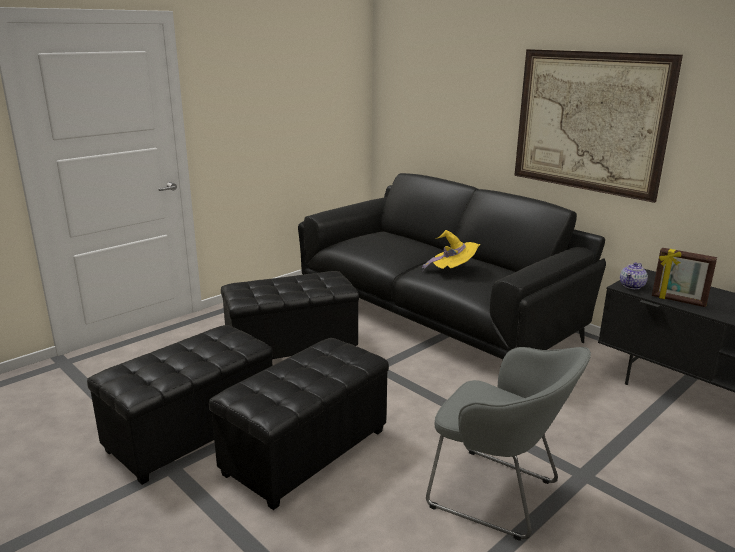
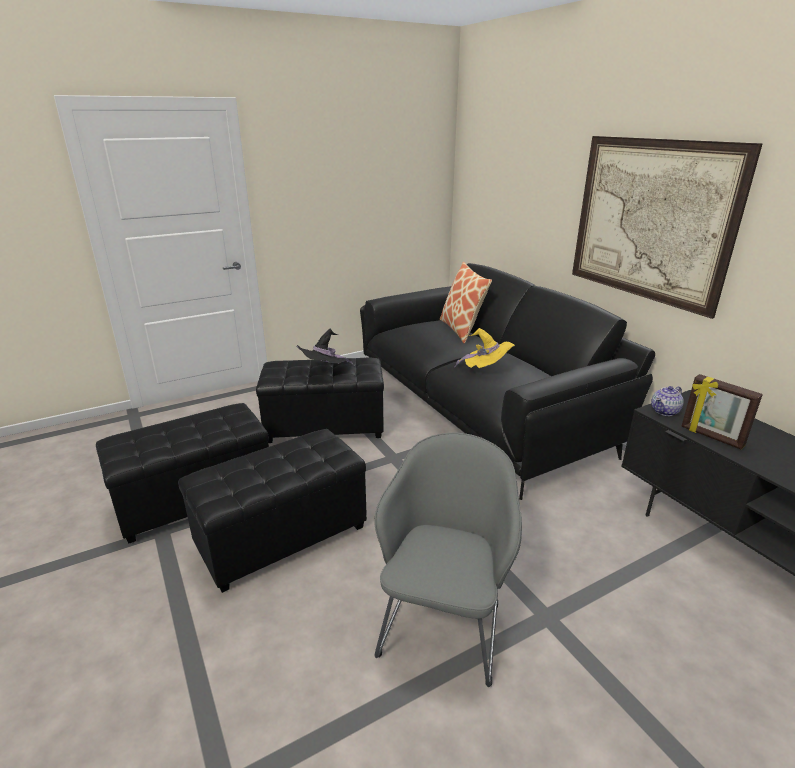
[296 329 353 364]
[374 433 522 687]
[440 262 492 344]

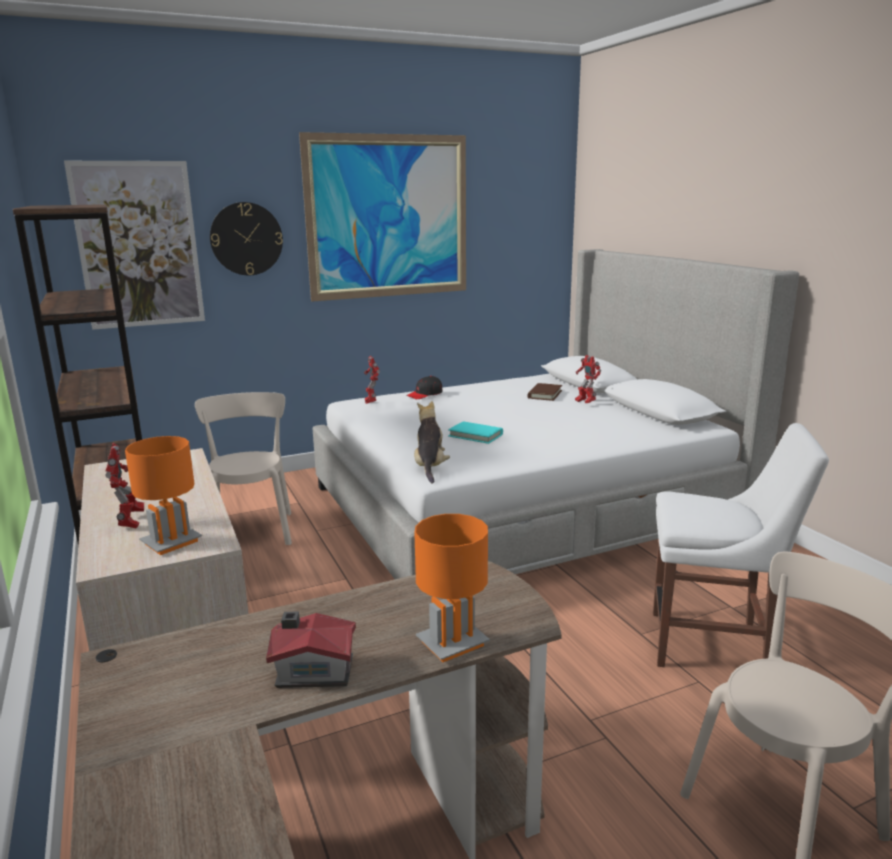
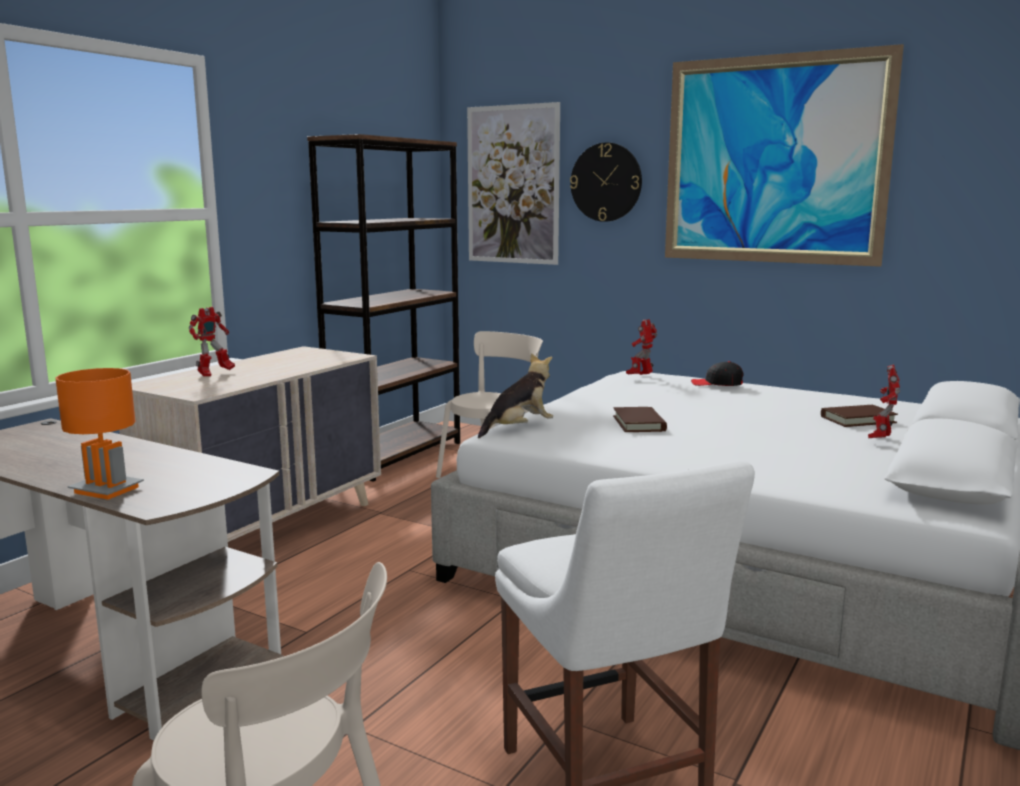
[613 407 667 432]
[125 436 202 555] (first image)
[266 611 356 688] (first image)

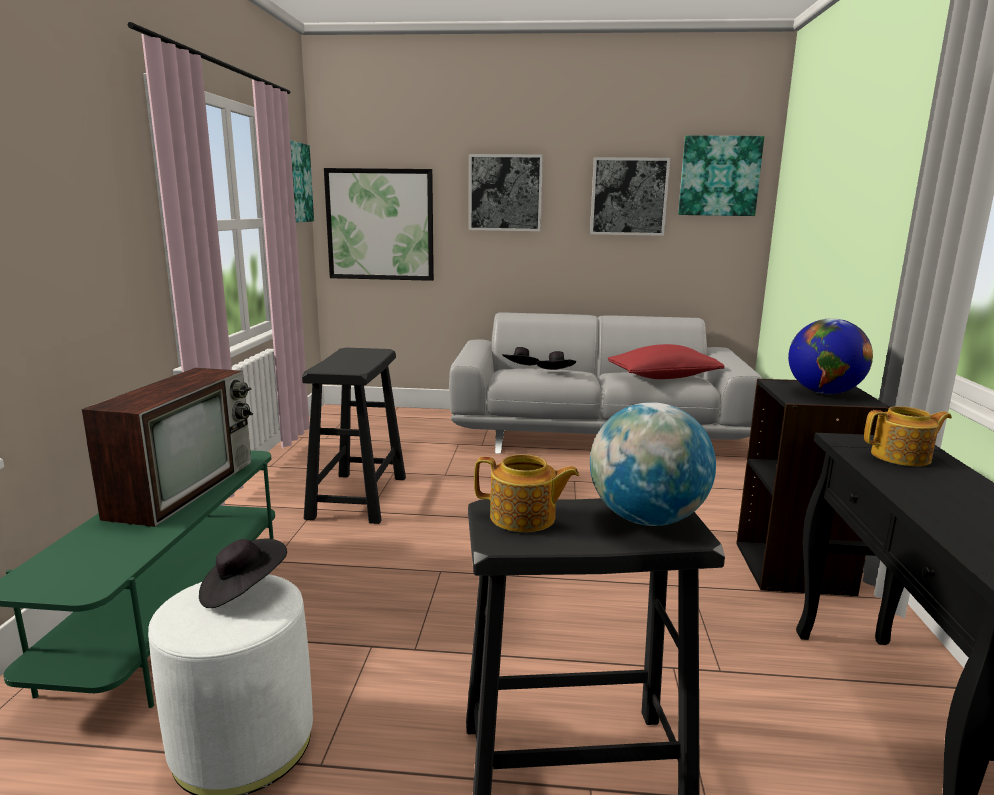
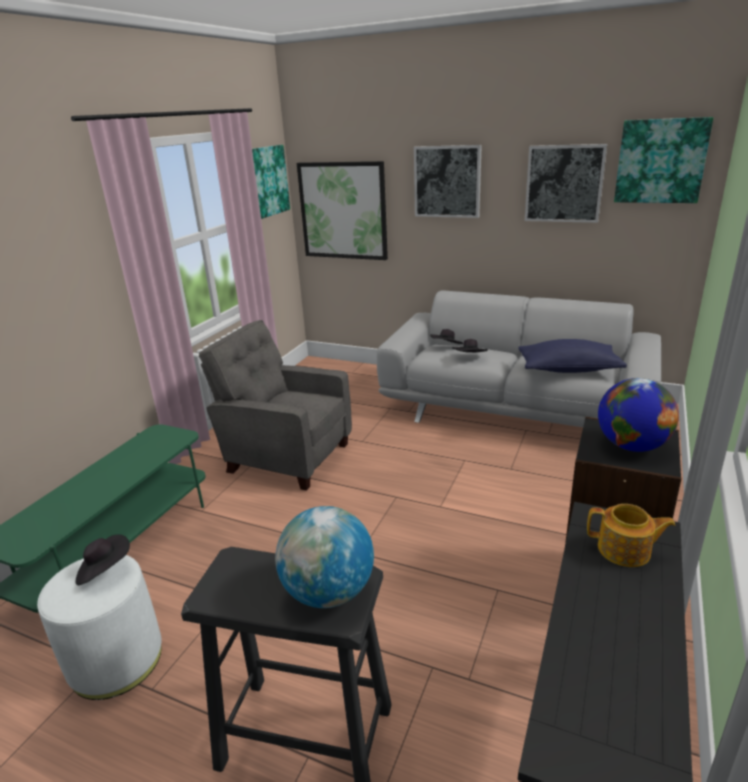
[199 320 352 491]
[518 339 627 373]
[81 368 253 527] (first image)
[474 454 579 532] (first image)

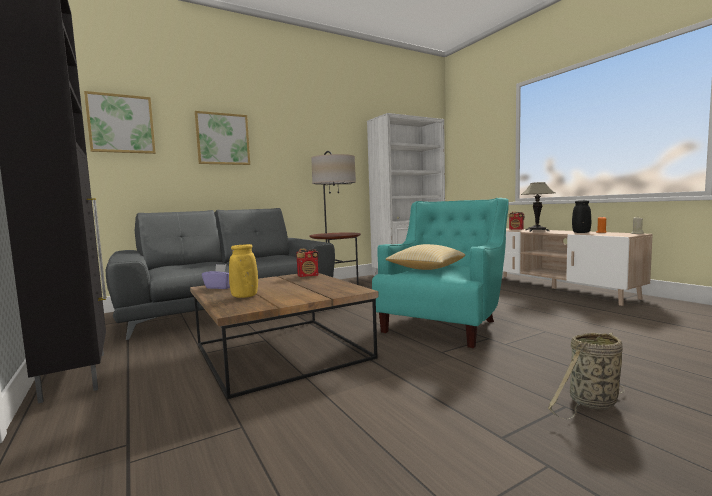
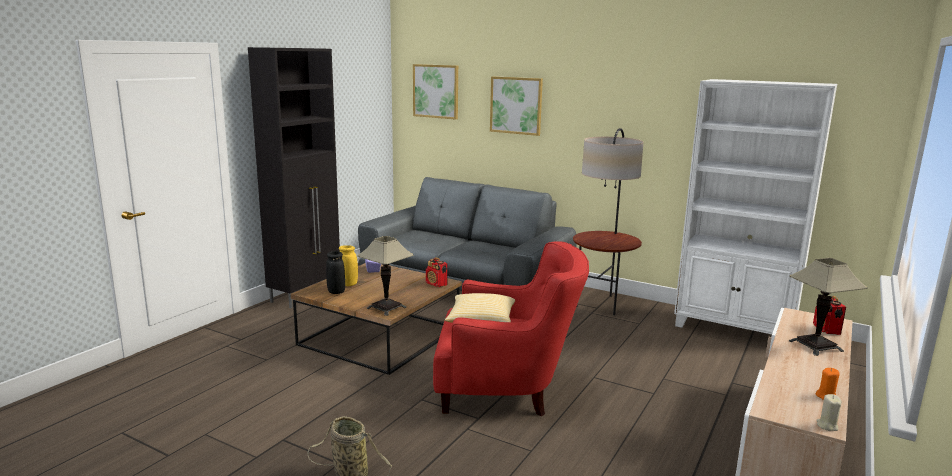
[326 251 345 294]
[357 236 414 316]
[433 241 589 416]

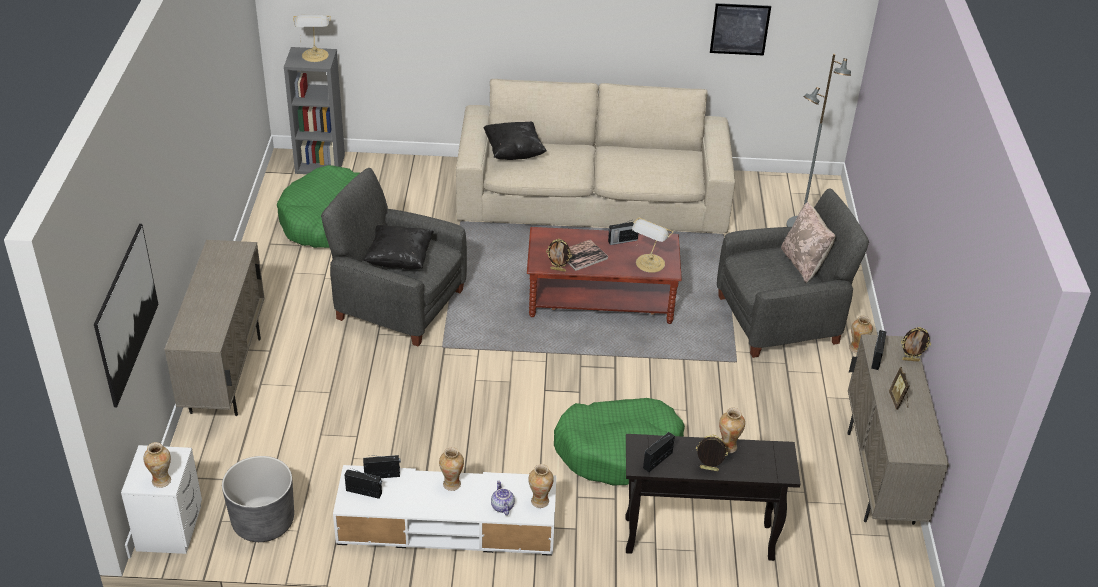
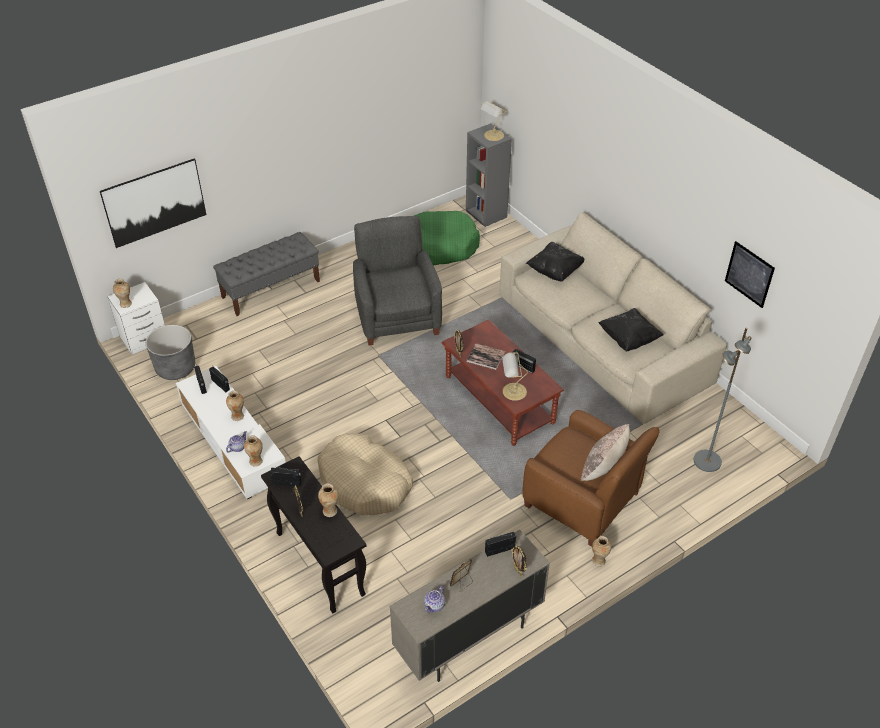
[213 232 320 316]
[318 433 413 516]
[424 585 445 613]
[522 410 660 547]
[599 308 663 351]

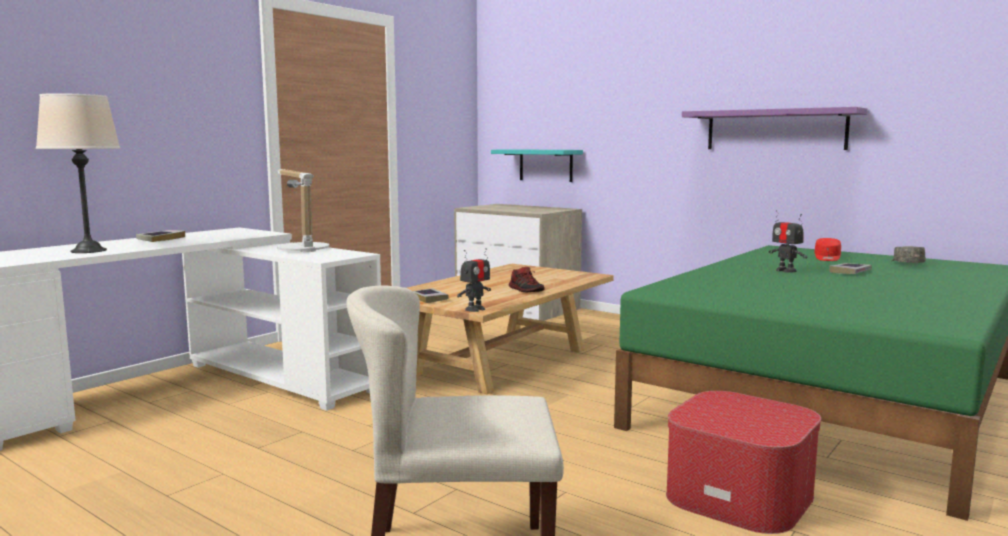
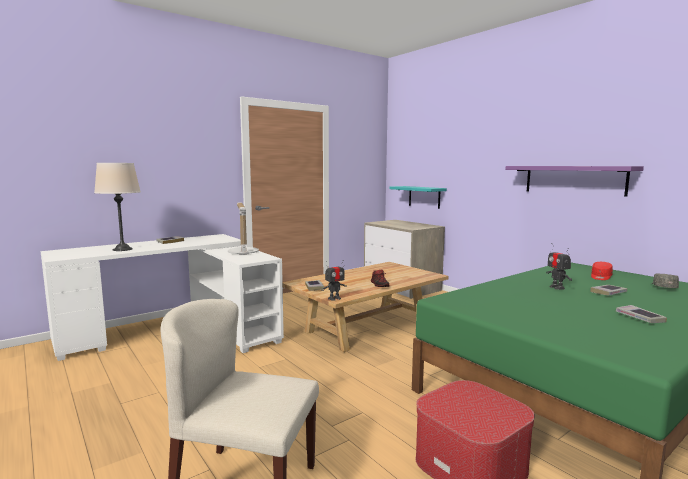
[616 305 667 323]

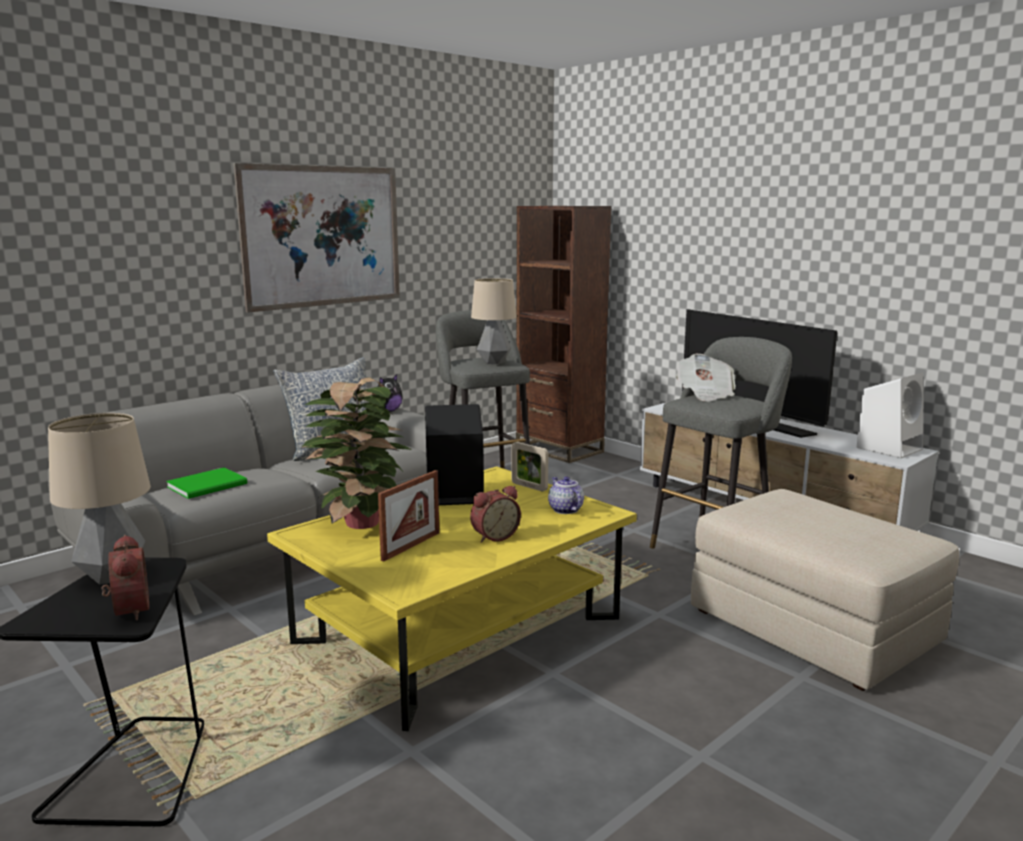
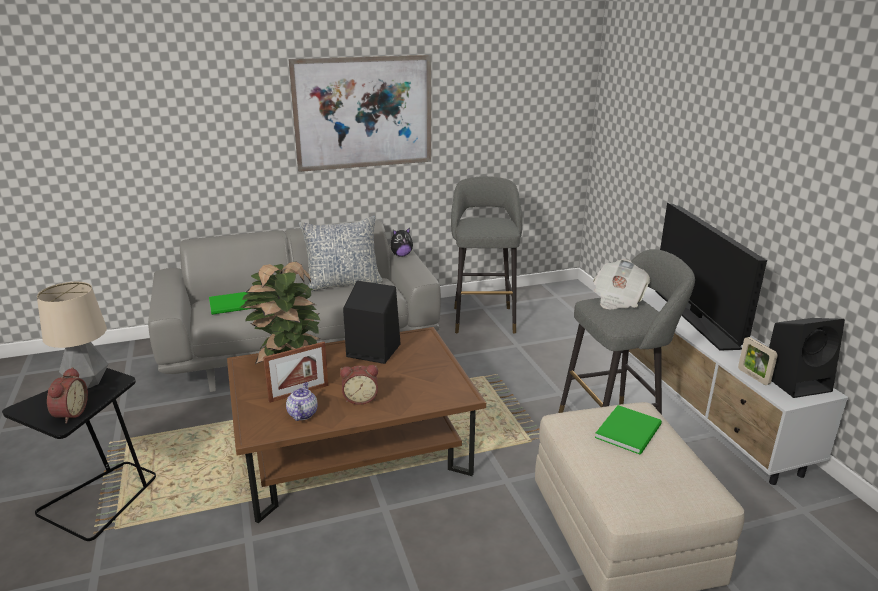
[227 327 486 523]
[286 382 318 421]
[595 405 662 454]
[738 337 778 385]
[769 318 845 398]
[471 278 517 364] (first image)
[516 206 612 463] (first image)

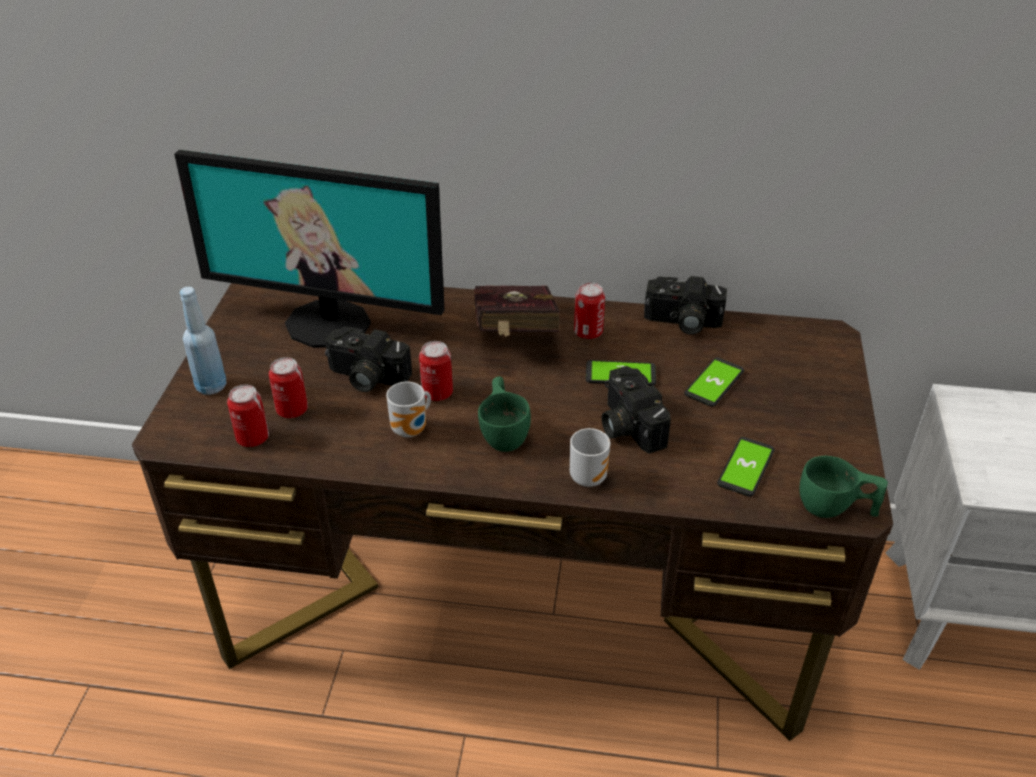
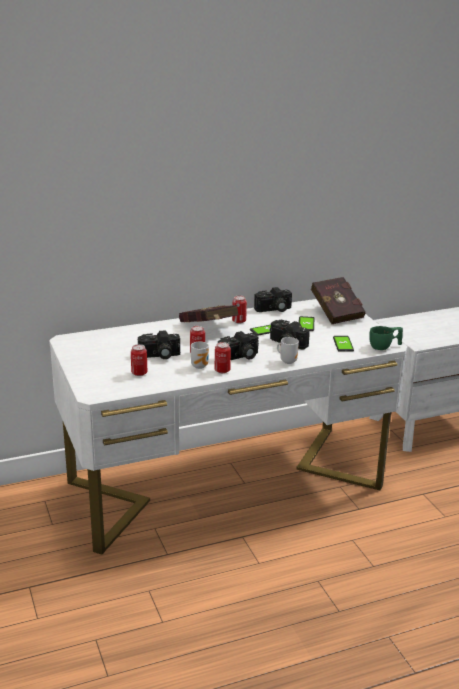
[49 299 408 555]
[215 342 231 373]
[218 331 259 360]
[311 277 365 324]
[174 150 444 348] (first image)
[180 287 226 395] (first image)

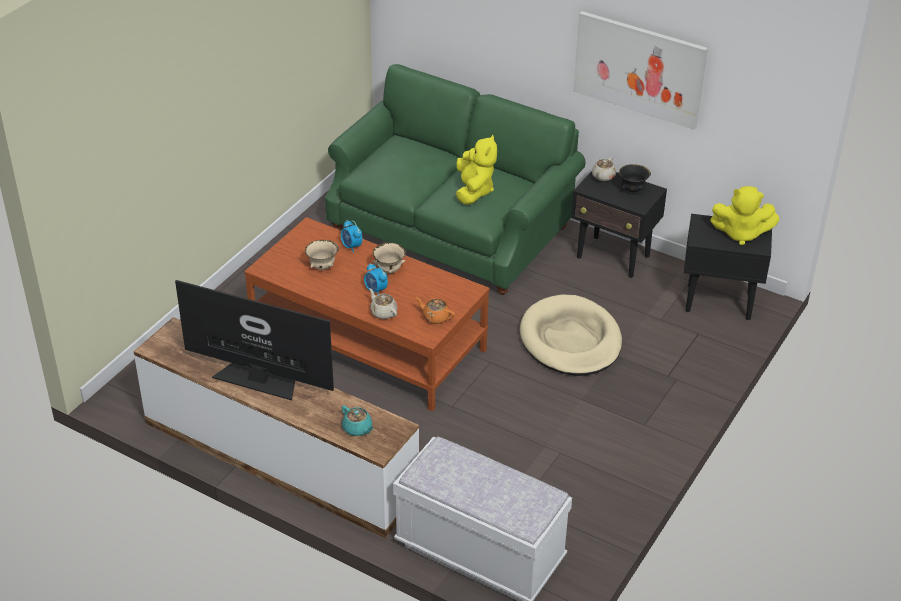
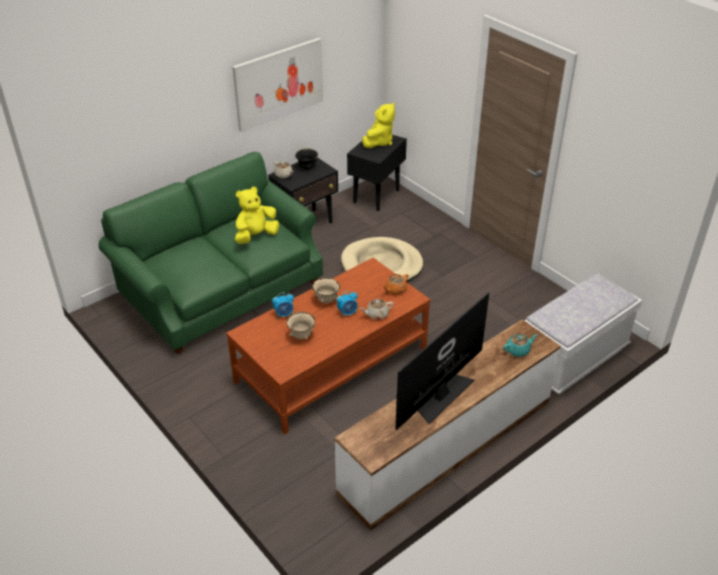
[235 187 279 244]

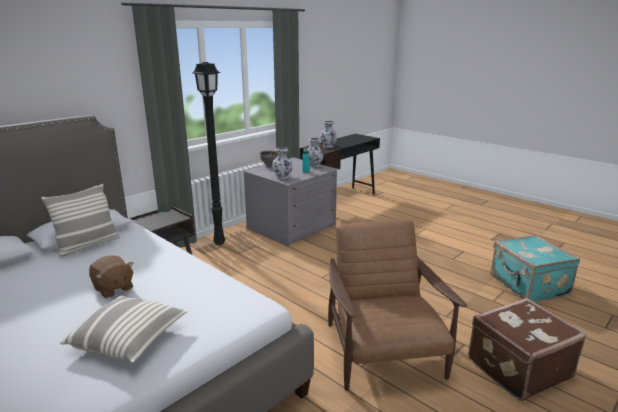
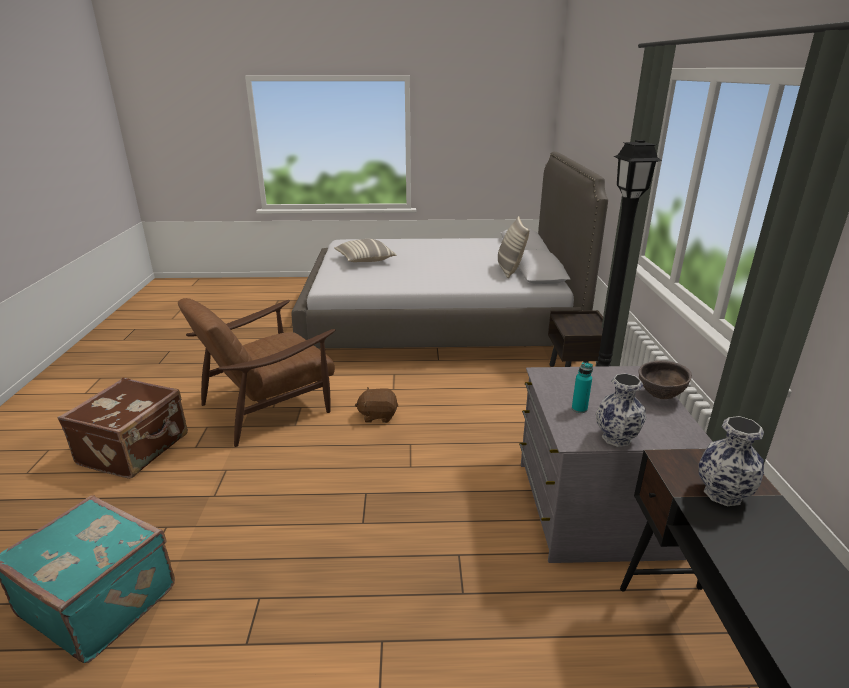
[178 298 335 447]
[355 387 398 423]
[272 147 293 179] (first image)

